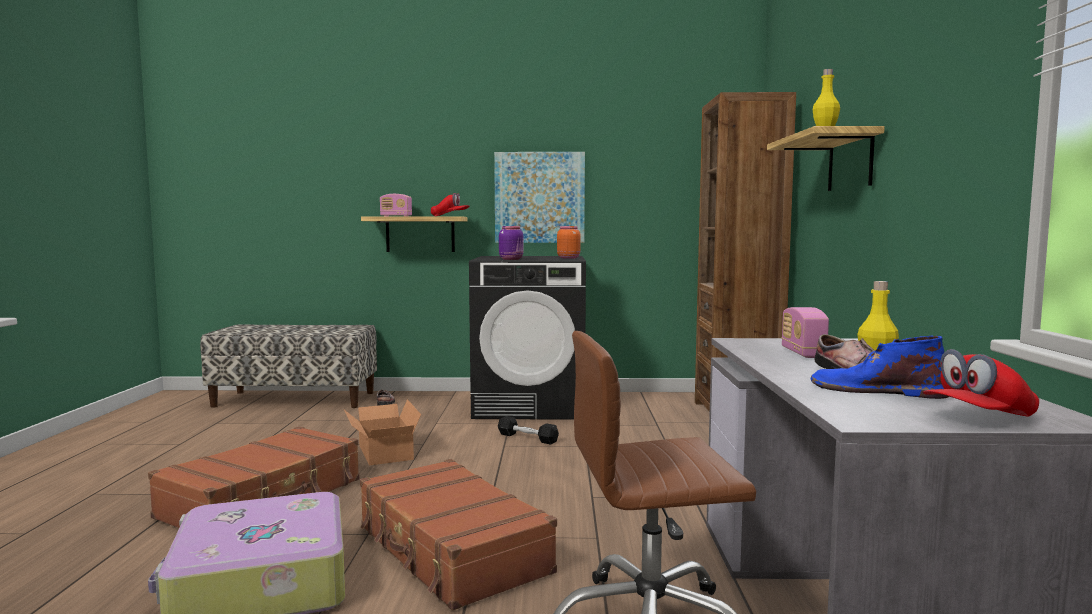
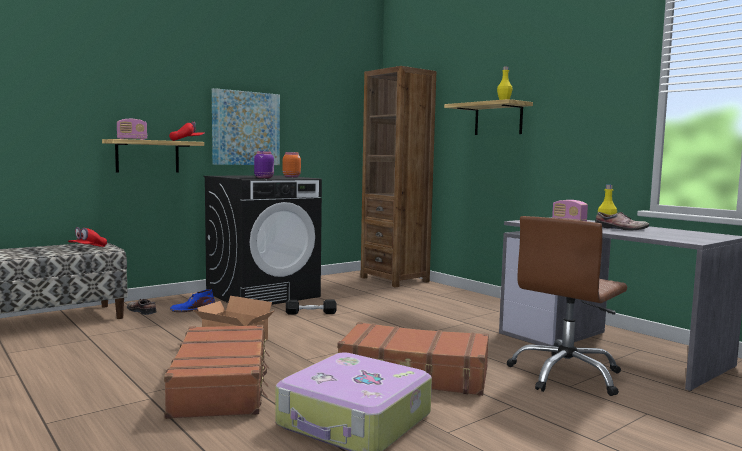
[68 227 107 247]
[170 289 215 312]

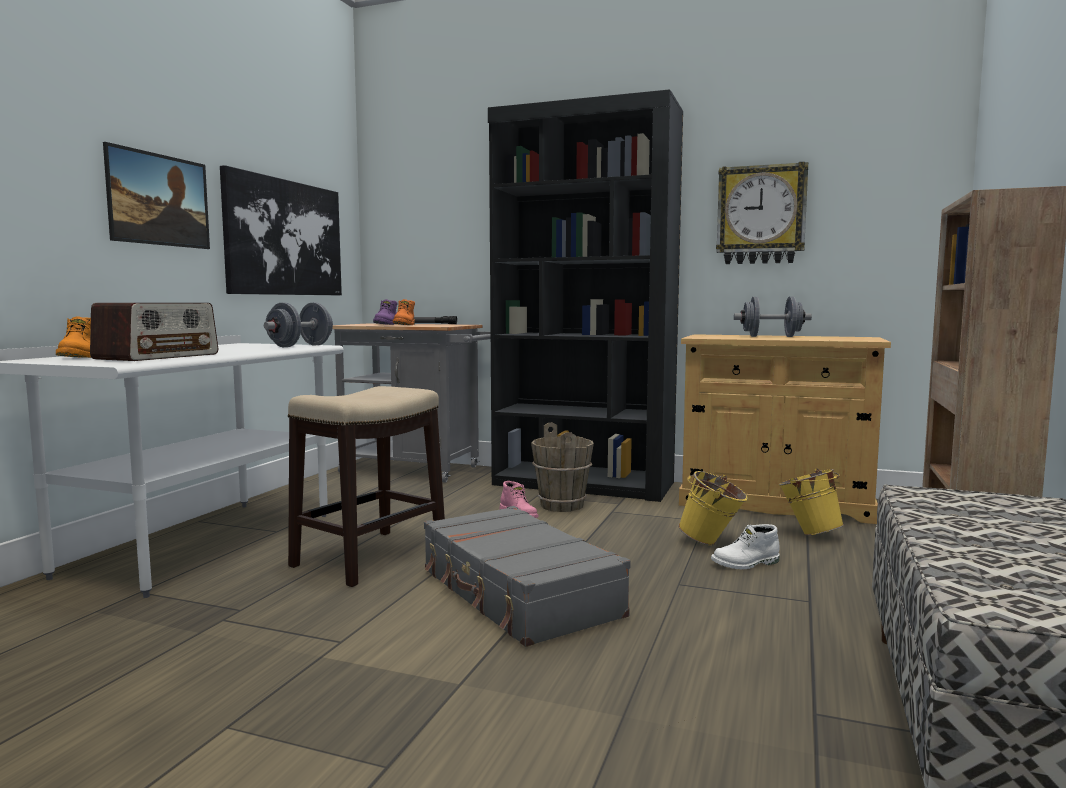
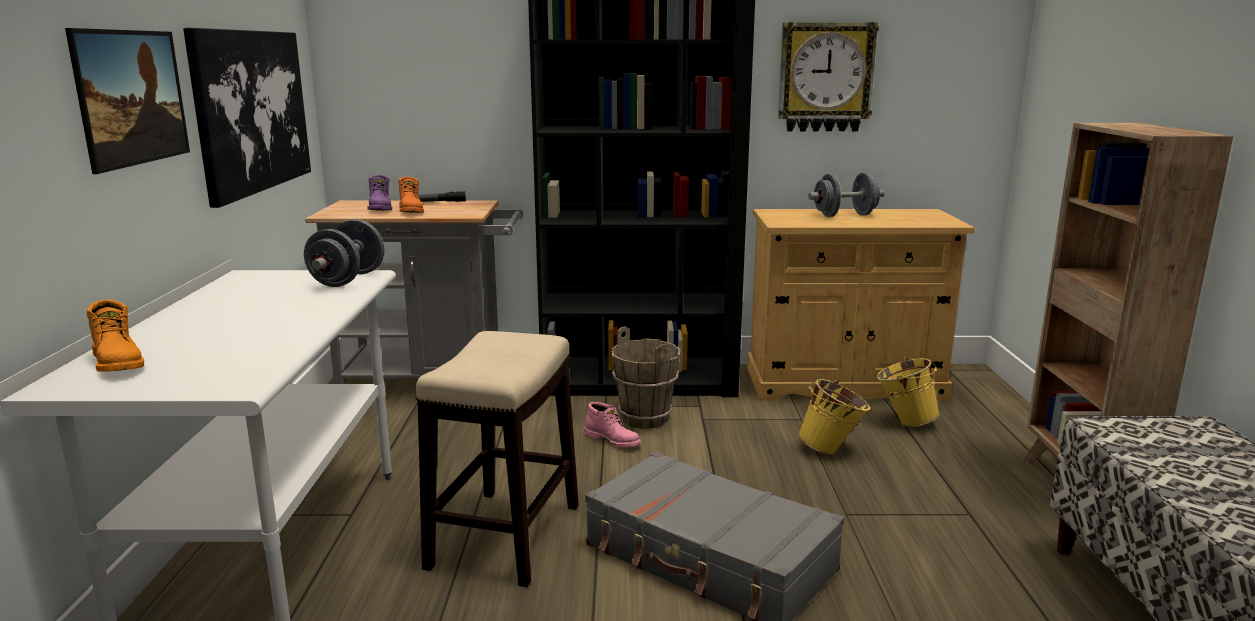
[90 303 218 361] (first image)
[711 524 779 569] (first image)

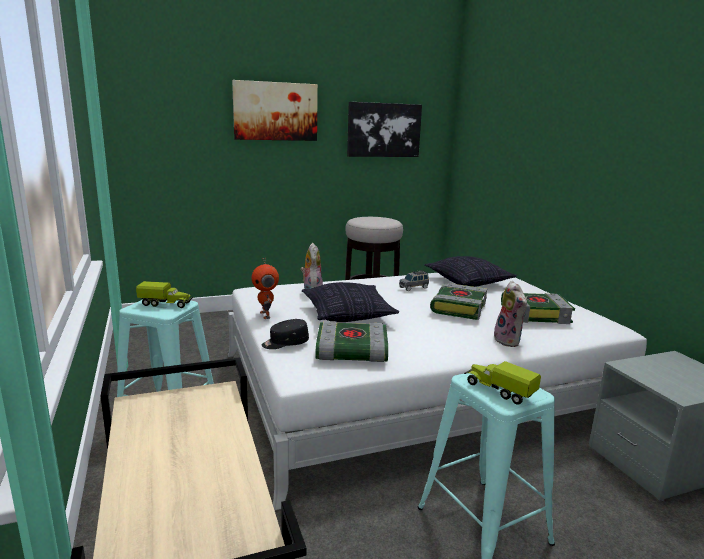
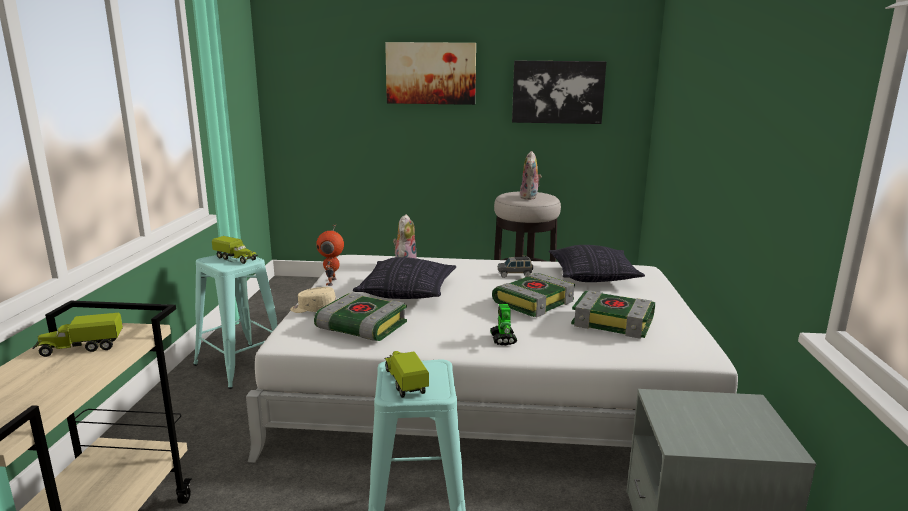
[32 313 123 357]
[290 287 336 313]
[490 304 517 345]
[520 151 542 200]

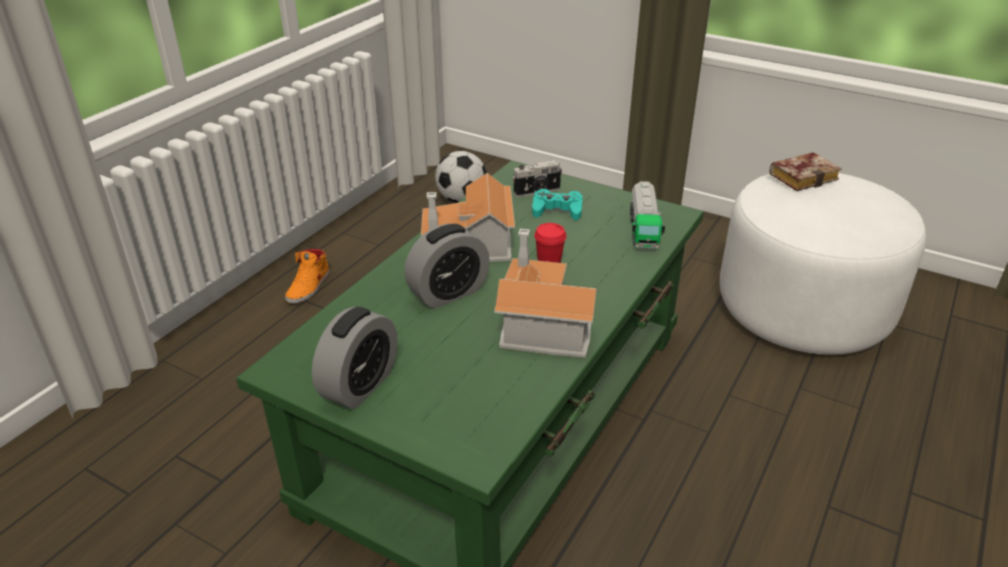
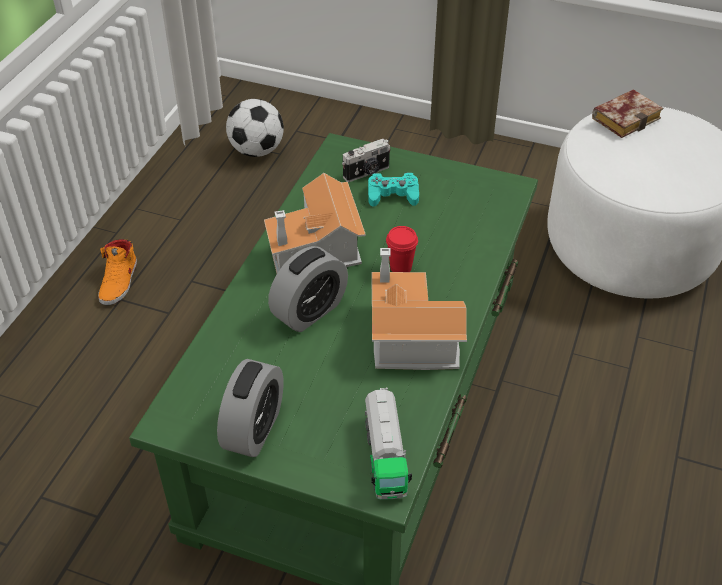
[365 388 412 500]

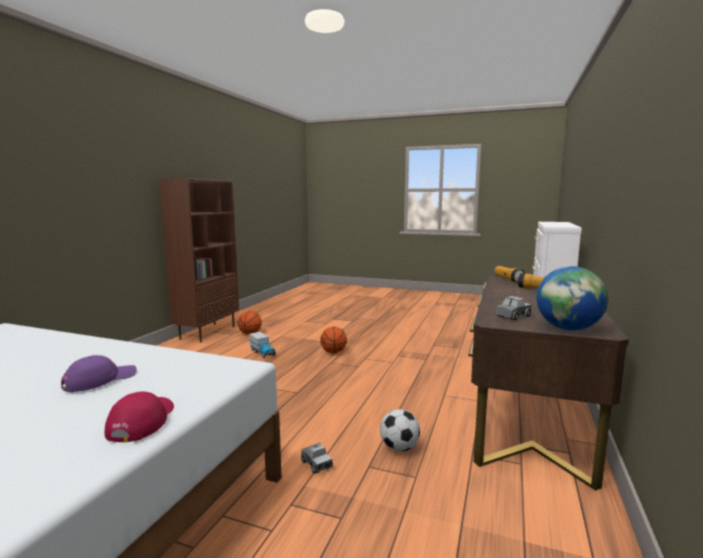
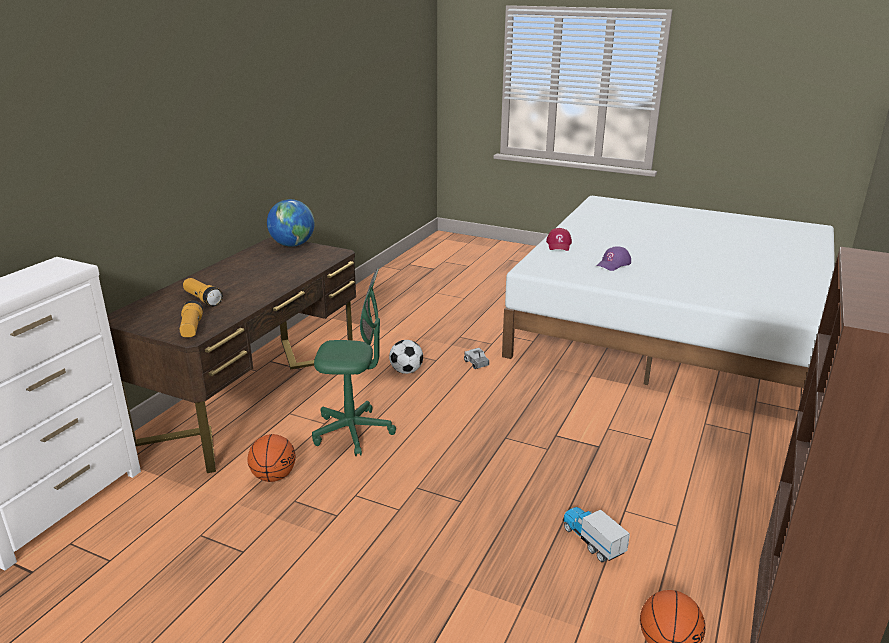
[247 434 296 482]
[312 268 396 456]
[496 296 531 321] (first image)

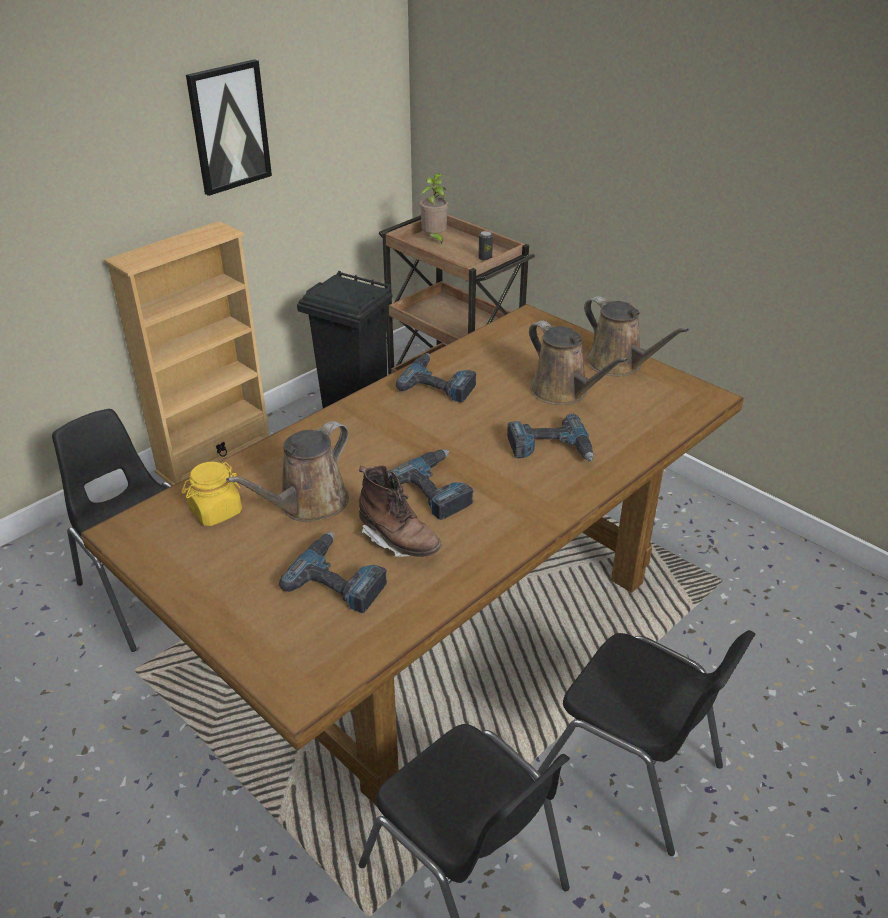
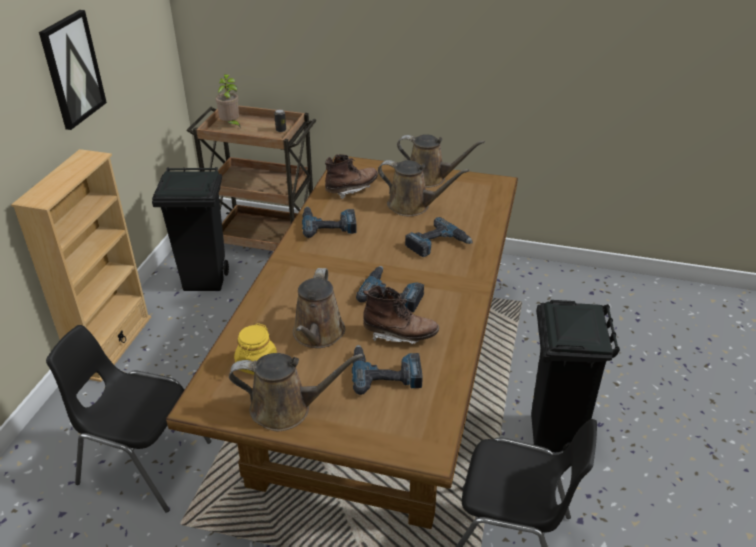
[229 353 363 431]
[325 154 378 199]
[531 300 620 452]

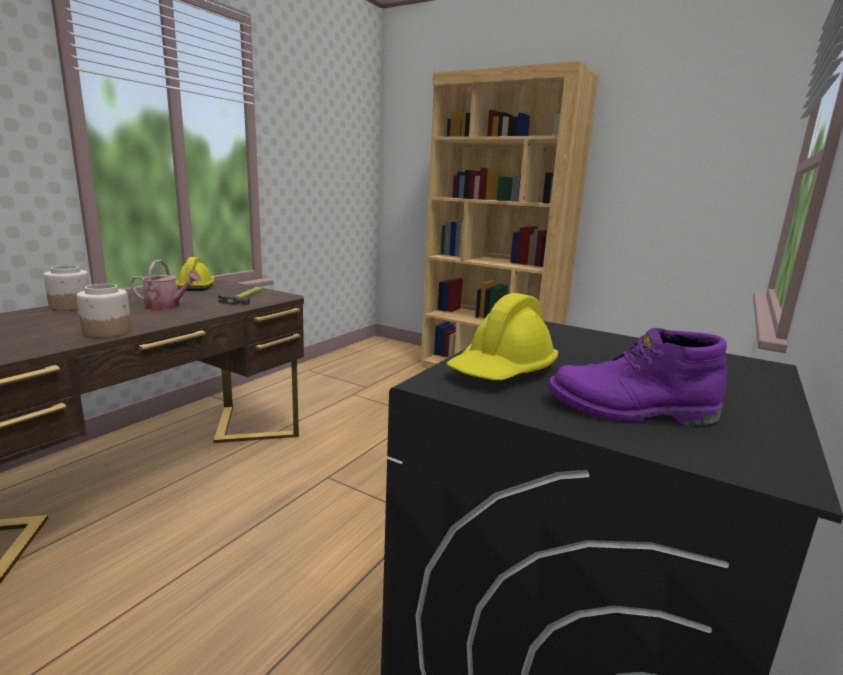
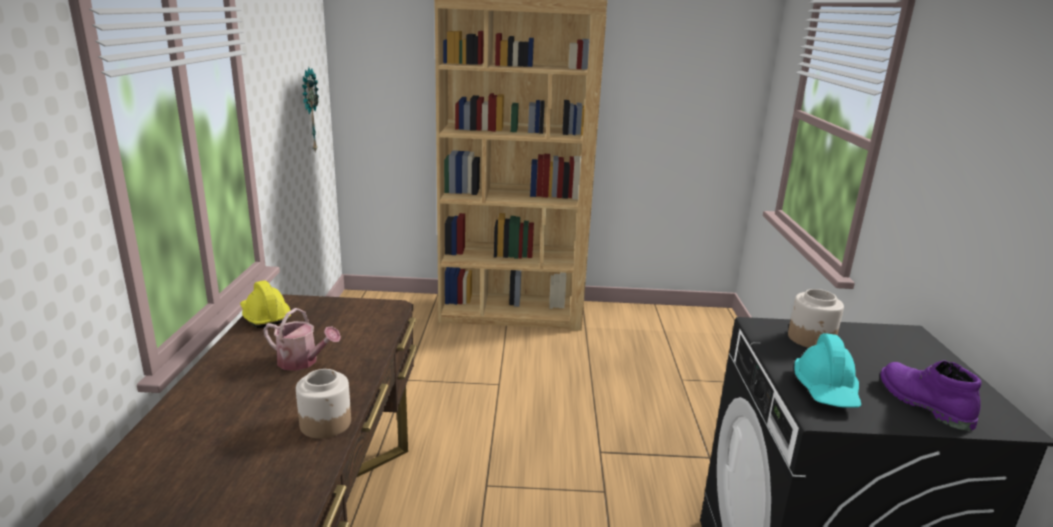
[263 308 341 371]
[302 67 319 153]
[788 289 844 348]
[794 333 861 408]
[880 360 982 430]
[218 287 262 305] (first image)

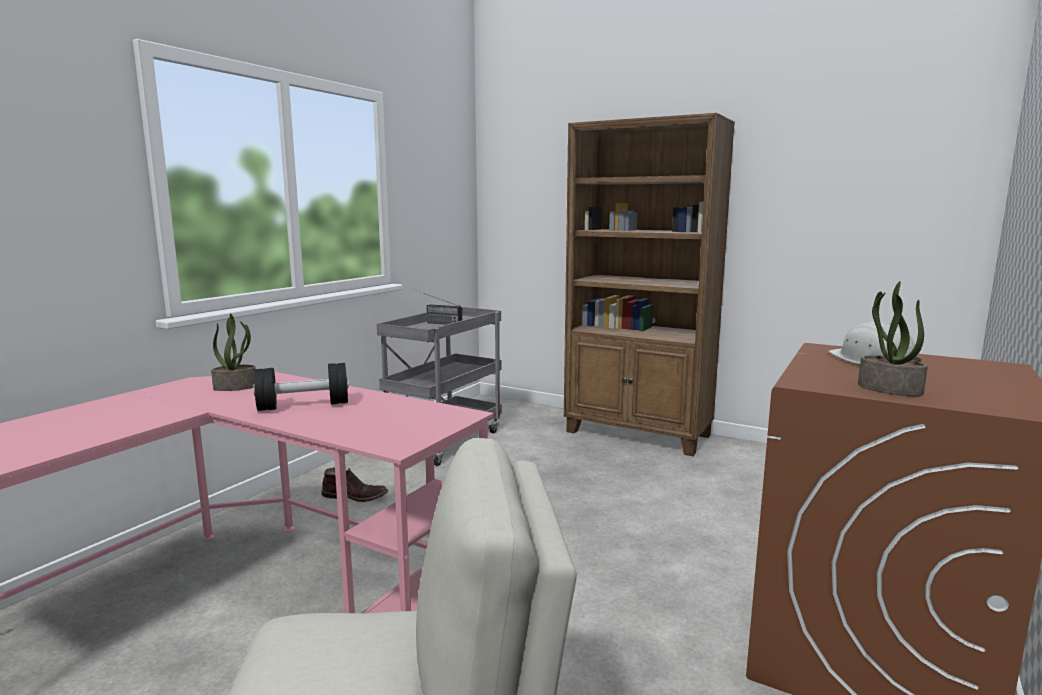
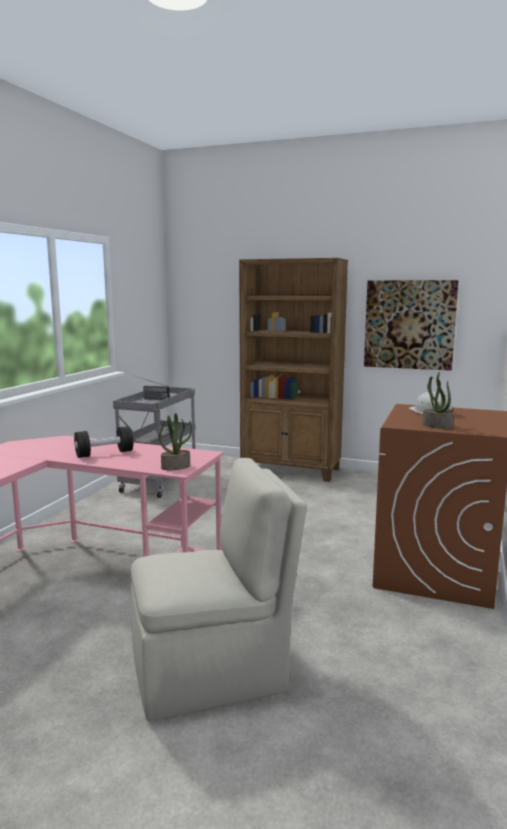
[159 413 192 470]
[364 280 459 371]
[321 467 388 502] (first image)

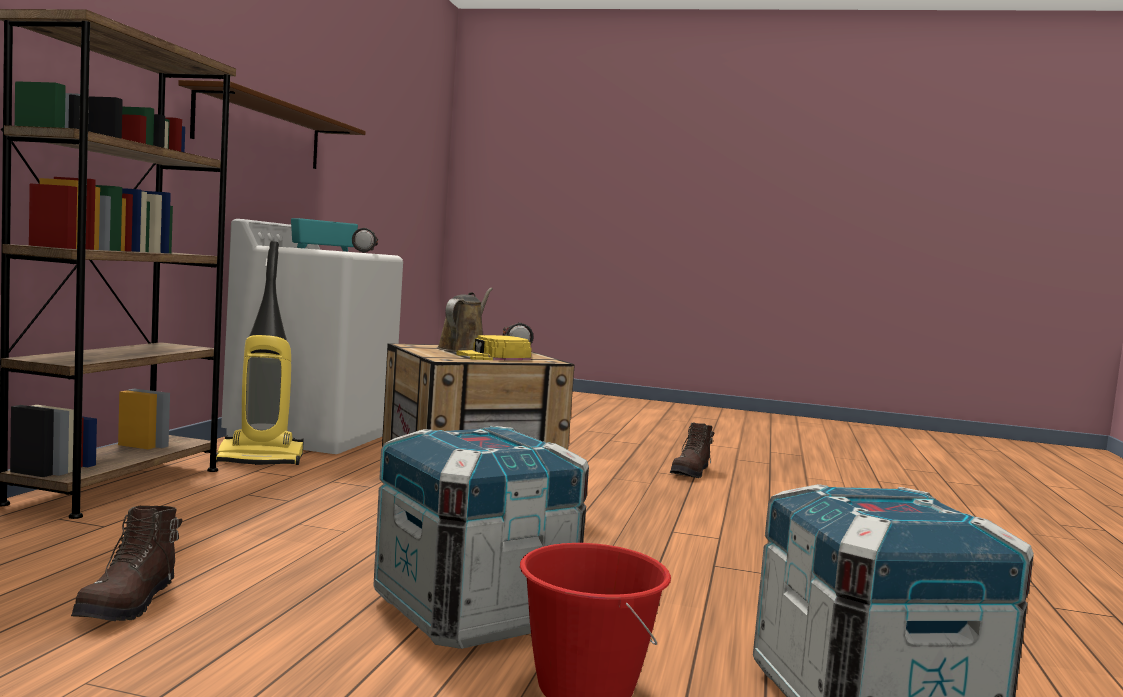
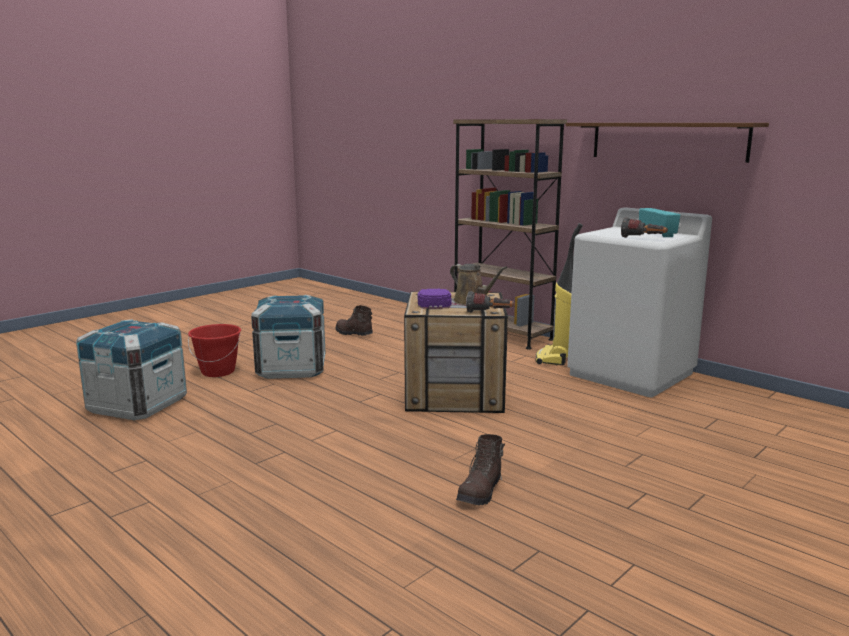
[418 289 451 309]
[456 434 505 506]

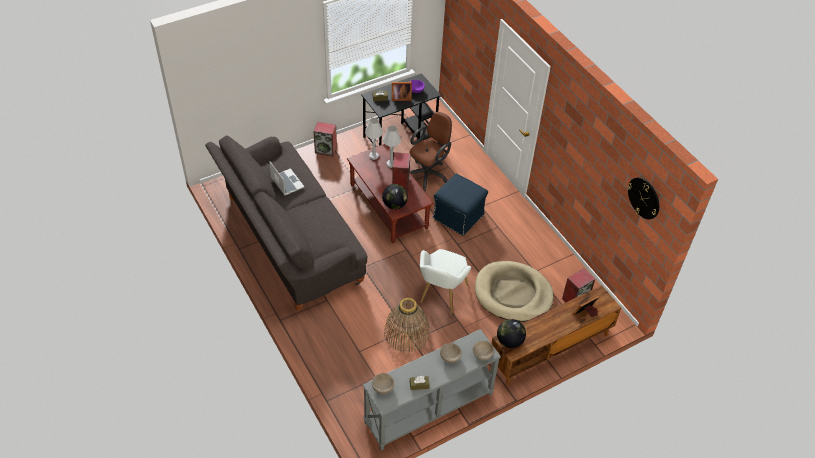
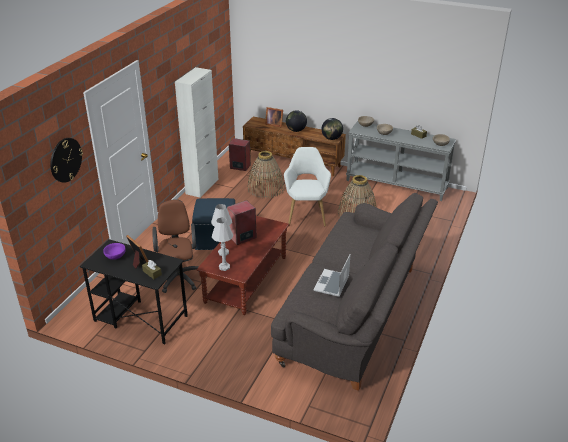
[50 138 83 183]
[153 199 199 293]
[175 67 219 198]
[247 151 285 199]
[284 147 331 226]
[286 110 307 132]
[313 122 337 156] (first image)

